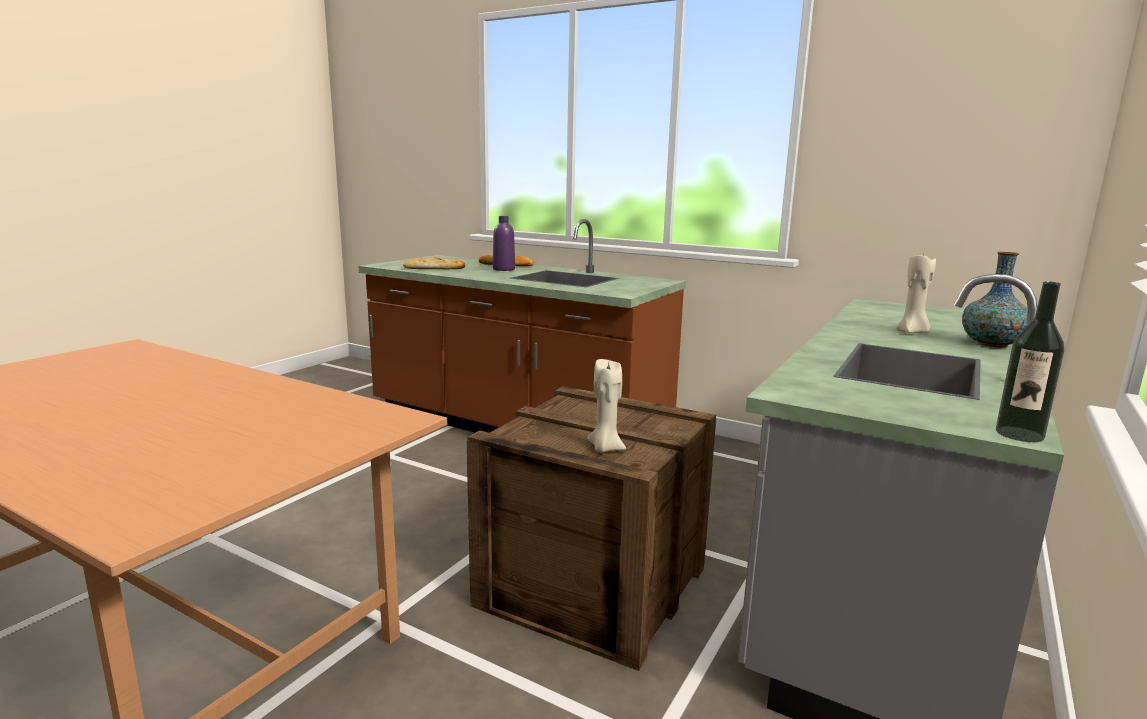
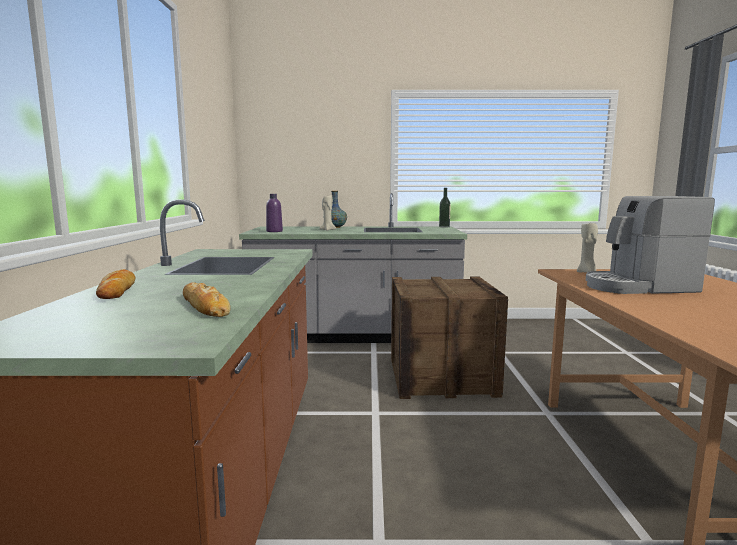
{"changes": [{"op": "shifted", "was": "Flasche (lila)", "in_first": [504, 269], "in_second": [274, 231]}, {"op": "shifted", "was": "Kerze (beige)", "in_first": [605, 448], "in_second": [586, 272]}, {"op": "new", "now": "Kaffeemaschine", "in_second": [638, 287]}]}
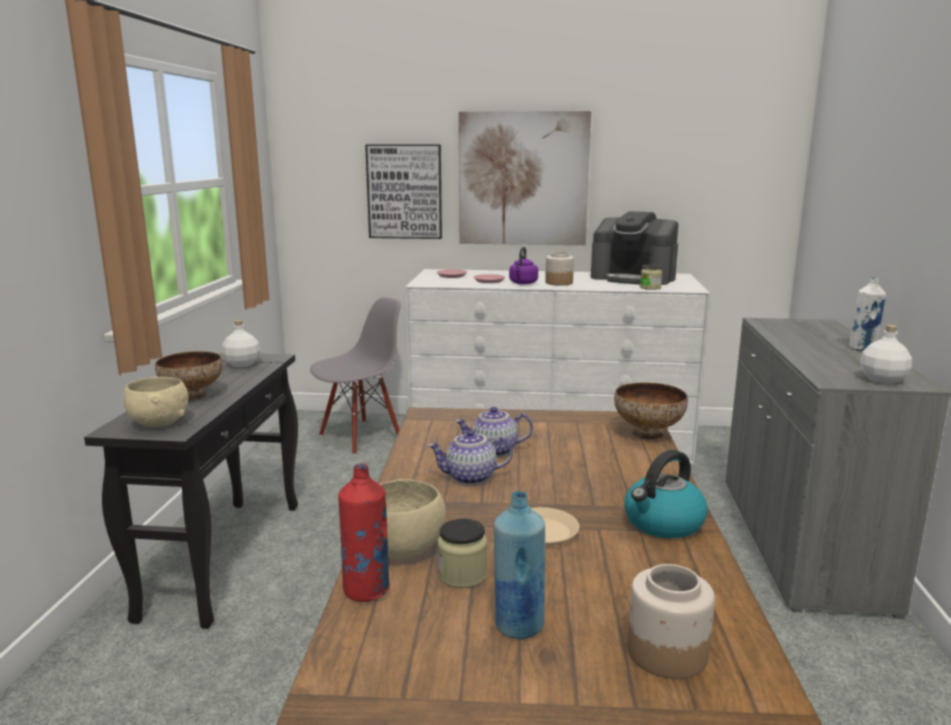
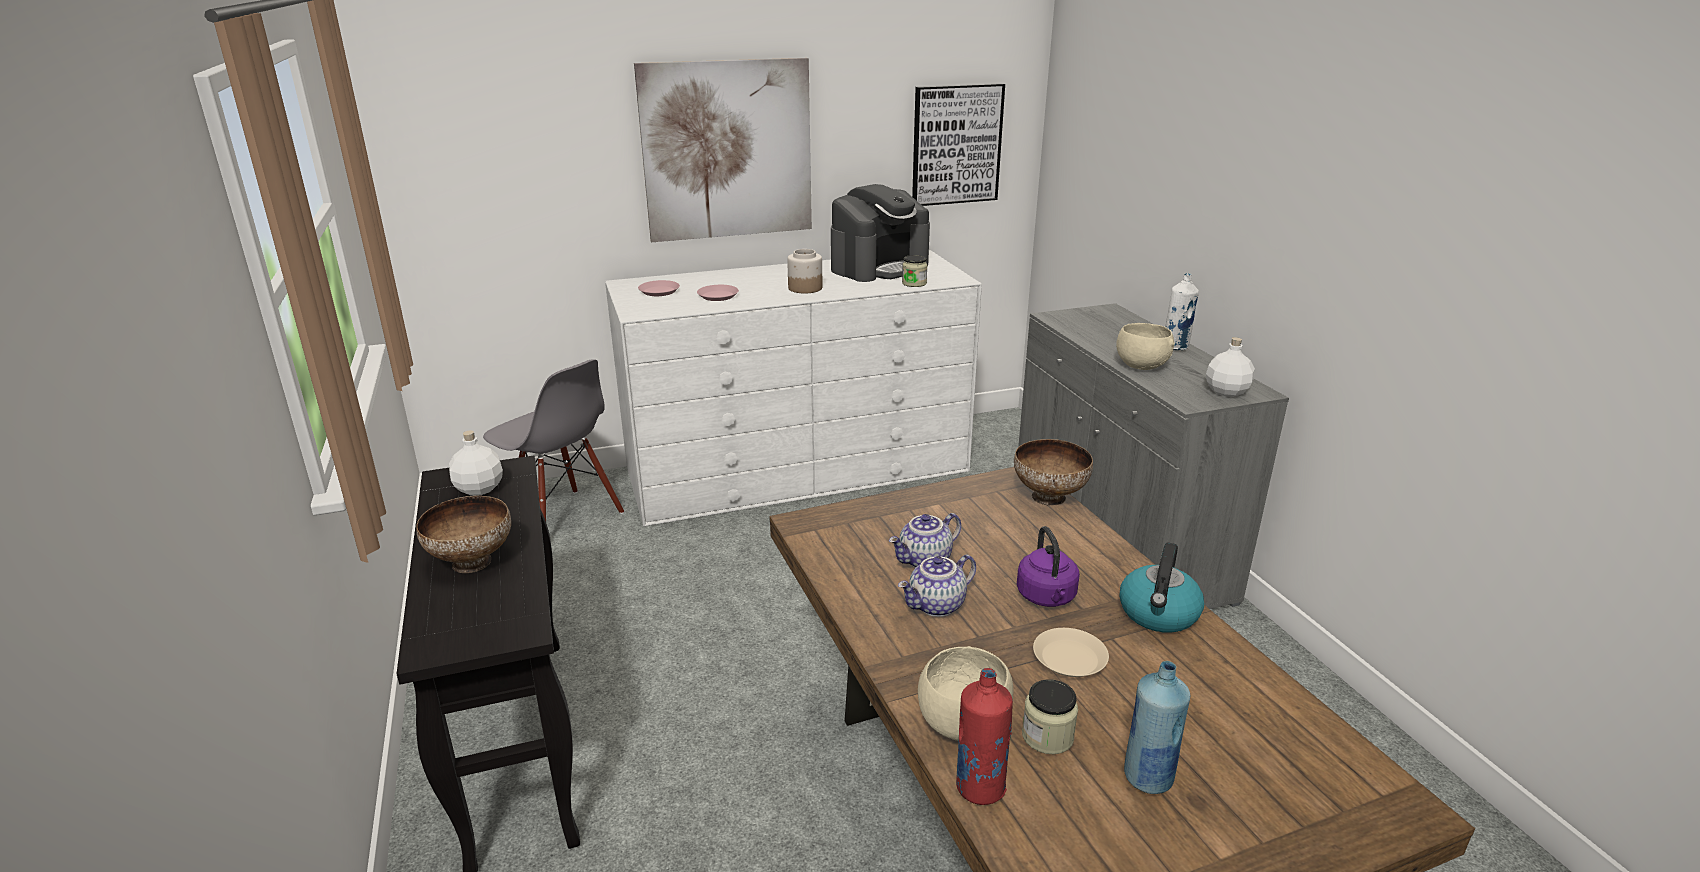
{"changes": [{"op": "rotated", "was": "Stuhl (grau)", "in_first": [360, 437], "in_second": [563, 519], "clockwise": 105}, {"op": "rotated", "was": "Kaffeemaschine", "in_first": [633, 278], "in_second": [879, 267], "clockwise": -45}, {"op": "shifted", "was": "Bild", "in_first": [404, 191], "in_second": [956, 144]}, {"op": "shifted", "was": "Wasserkessel (lila)", "in_first": [523, 283], "in_second": [1047, 598]}, {"op": "shifted", "was": "Schüssel (beige)", "in_first": [159, 423], "in_second": [1140, 366]}, {"op": "gone", "was": "Vorratsglas", "in_first": [666, 653]}]}
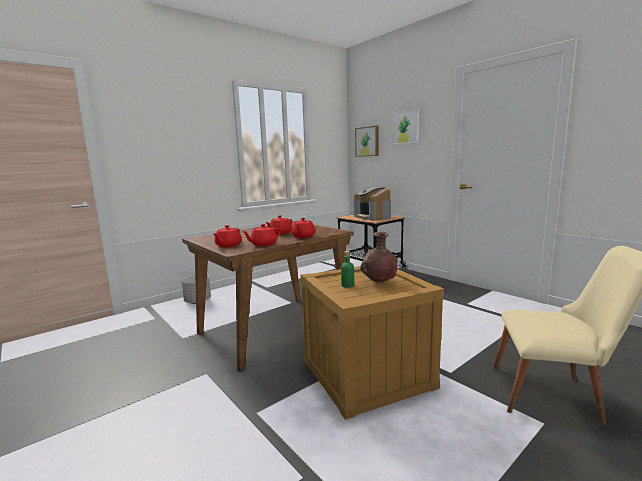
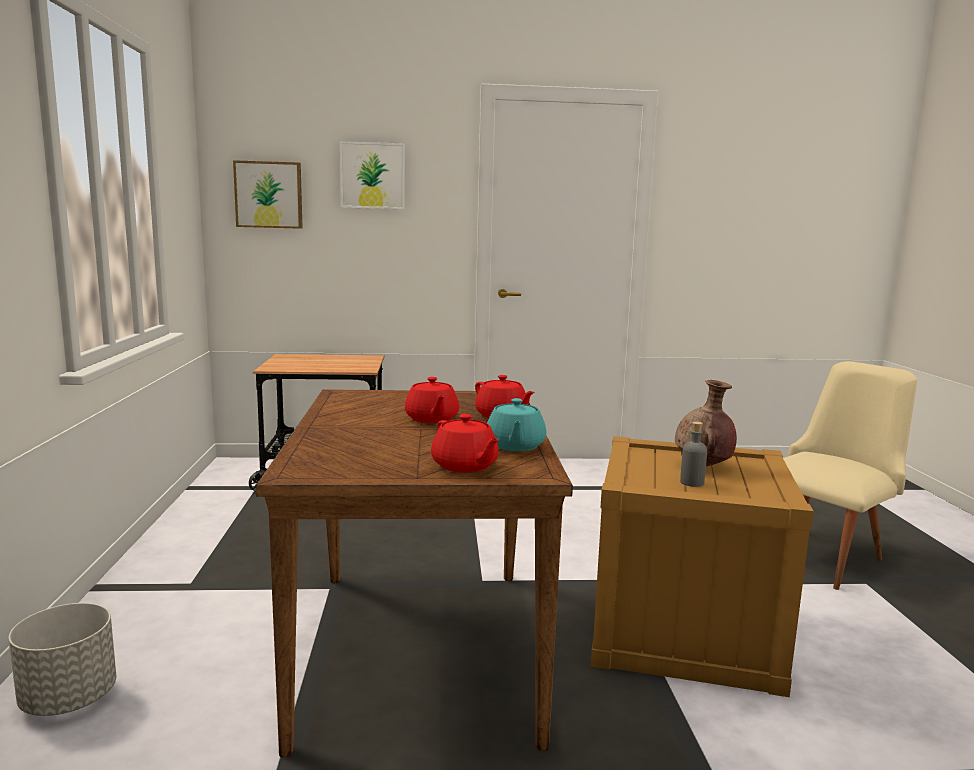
{"changes": [{"op": "repainted", "was": "Teekanne (rot)", "now": "Teekanne (türkis)", "in_first": [263, 244], "in_second": [514, 446]}, {"op": "repainted", "was": "Flasche (grün)", "now": "Flasche (grau)", "in_first": [347, 285], "in_second": [692, 482]}, {"op": "gone", "was": "Kaffeemaschine", "in_first": [372, 217]}]}
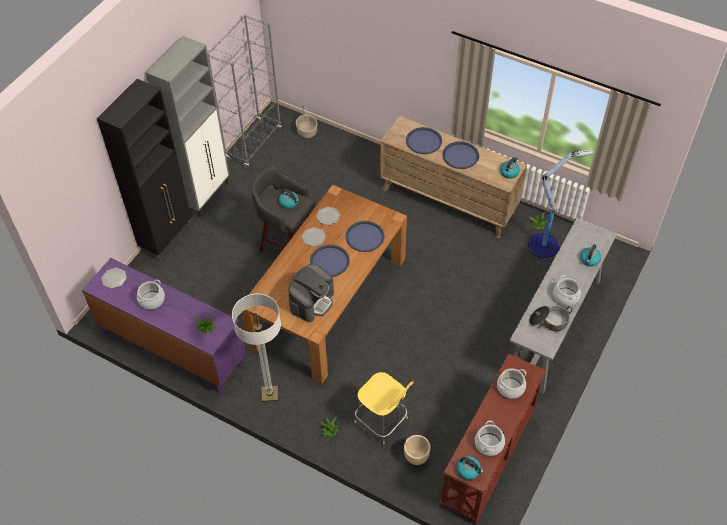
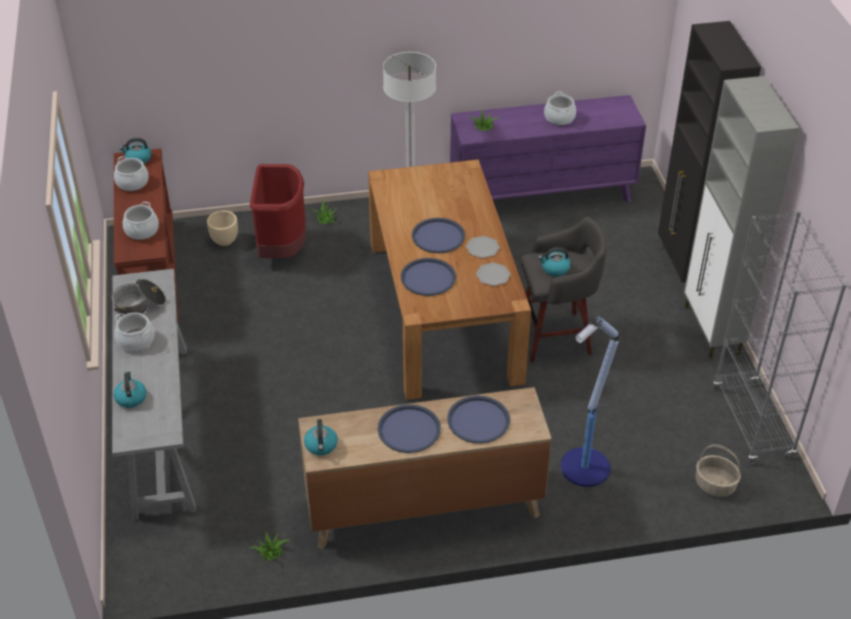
{"changes": [{"op": "swapped", "was": "Hocker (gelb)", "now": "Mülleimer (rot)", "in_first": [382, 421], "in_second": [282, 248]}, {"op": "shifted", "was": "Stehlampe", "in_first": [545, 245], "in_second": [584, 468]}, {"op": "gone", "was": "Teller", "in_first": [114, 278]}, {"op": "gone", "was": "Kaffeemaschine", "in_first": [311, 301]}]}
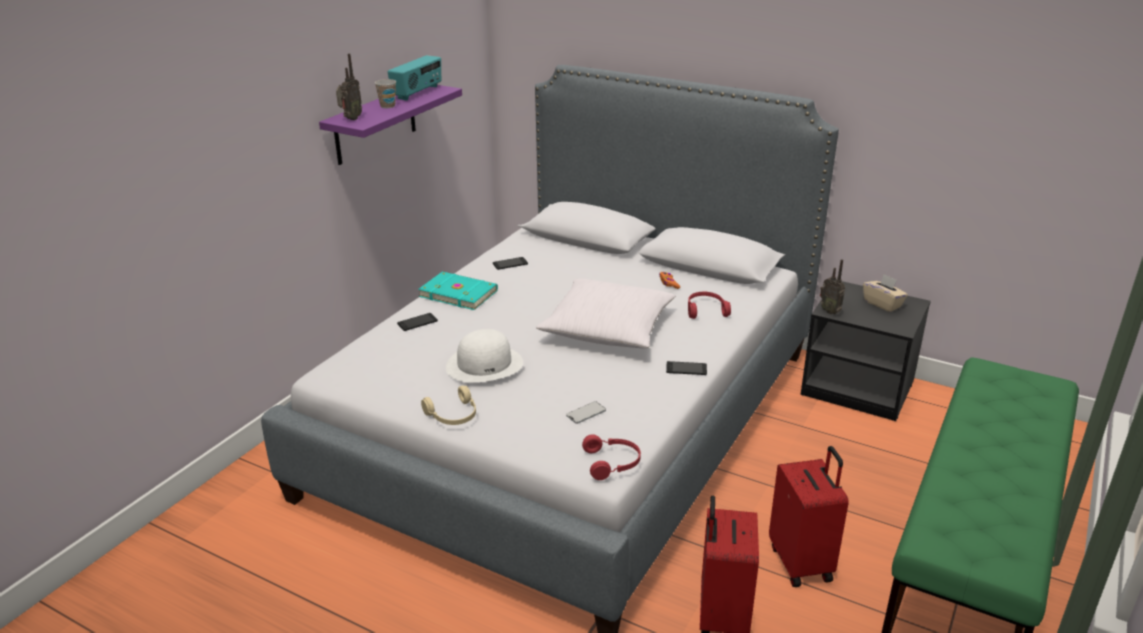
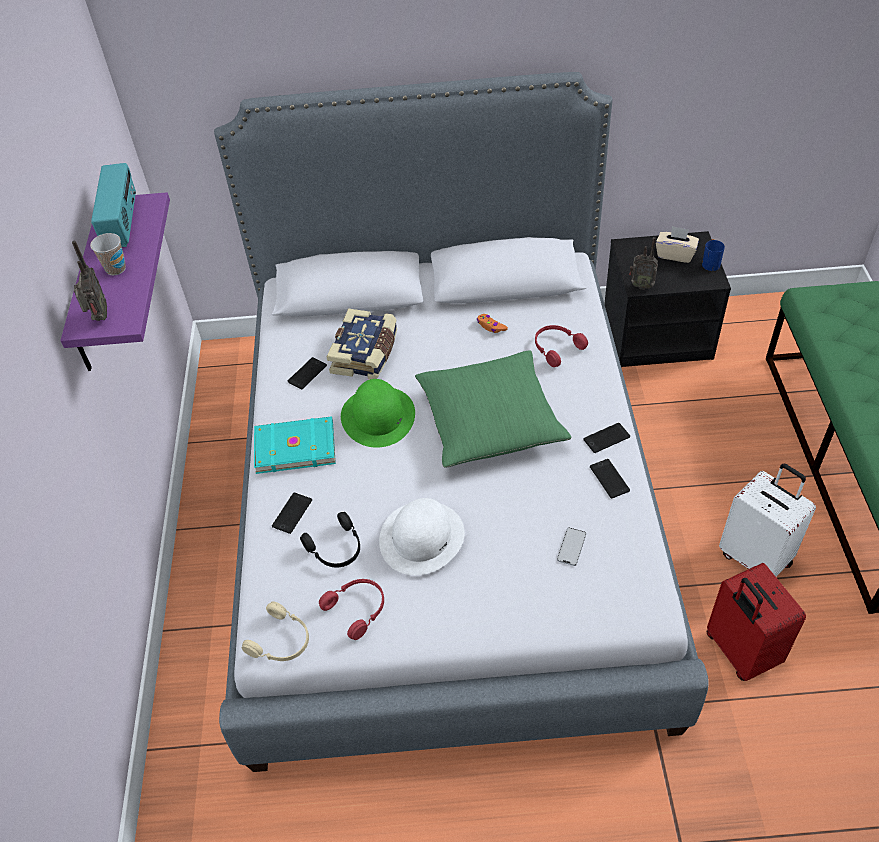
{"changes": [{"op": "shifted", "was": "Kopfhörer (beige)", "in_first": [453, 416], "in_second": [282, 641]}, {"op": "new", "now": "Kopfhörer (schwarz)", "in_second": [336, 548]}, {"op": "shifted", "was": "Kopfhörer (rot)", "in_first": [612, 463], "in_second": [358, 609]}, {"op": "new", "now": "Buch", "in_second": [366, 354]}, {"op": "new", "now": "Hut (grün)", "in_second": [378, 416]}, {"op": "repainted", "was": "Kissen (weiß)", "now": "Kissen (grün)", "in_first": [608, 328], "in_second": [490, 420]}, {"op": "new", "now": "Handy", "in_second": [609, 479]}, {"op": "new", "now": "Henkelbecher (blau)", "in_second": [710, 263]}, {"op": "repainted", "was": "Koffer (rot)", "now": "Koffer (weiß)", "in_first": [802, 563], "in_second": [756, 558]}]}
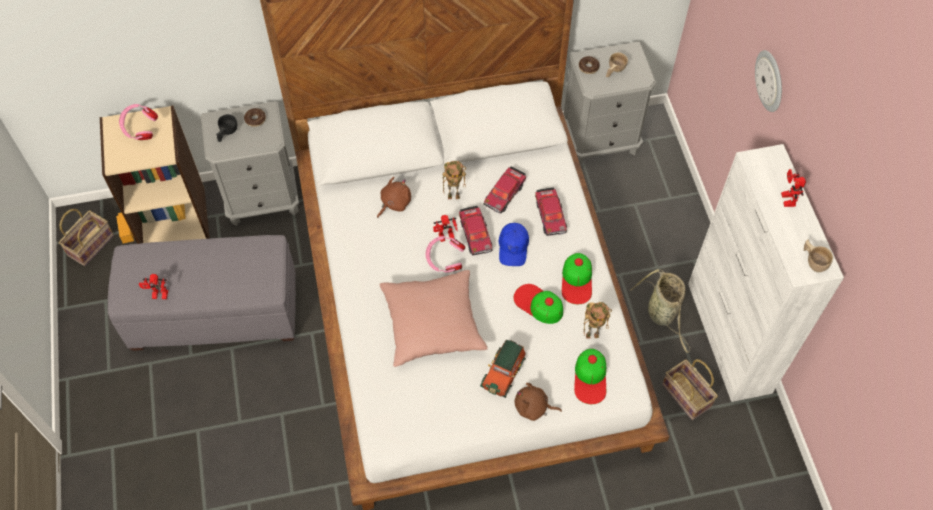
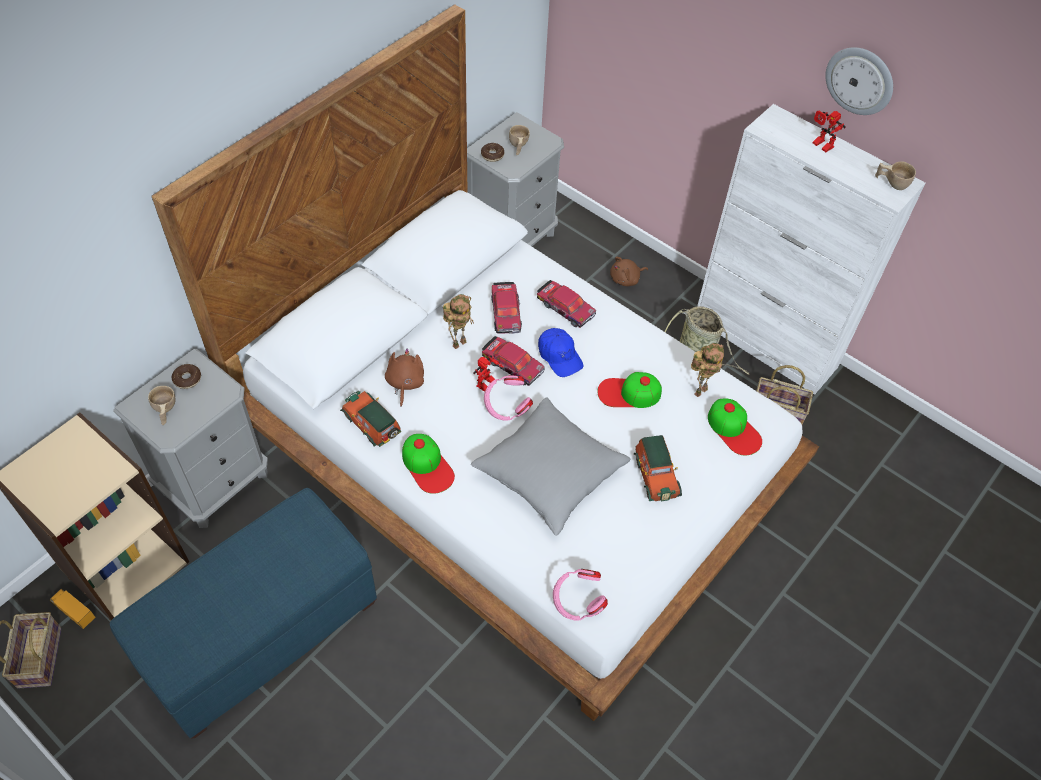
{"changes": [{"op": "repainted", "was": "Polsterhocker (grau)", "now": "Polsterhocker (blau)", "in_first": [216, 312], "in_second": [261, 631]}, {"op": "repainted", "was": "Tasse (schwarz)", "now": "Tasse (beige)", "in_first": [227, 133], "in_second": [165, 411]}, {"op": "new", "now": "Spielzeugauto", "in_second": [372, 425]}, {"op": "shifted", "was": "Kappe", "in_first": [577, 280], "in_second": [427, 465]}, {"op": "repainted", "was": "Kissen (rosa)", "now": "Kissen (grau)", "in_first": [433, 324], "in_second": [549, 473]}, {"op": "shifted", "was": "Kopfhörer (rosa)", "in_first": [141, 130], "in_second": [577, 602]}, {"op": "shifted", "was": "Plüschtier (braun)", "in_first": [533, 407], "in_second": [626, 279]}, {"op": "shifted", "was": "Wanduhr", "in_first": [770, 80], "in_second": [860, 80]}, {"op": "gone", "was": "Spielzeugroboter", "in_first": [158, 296]}]}
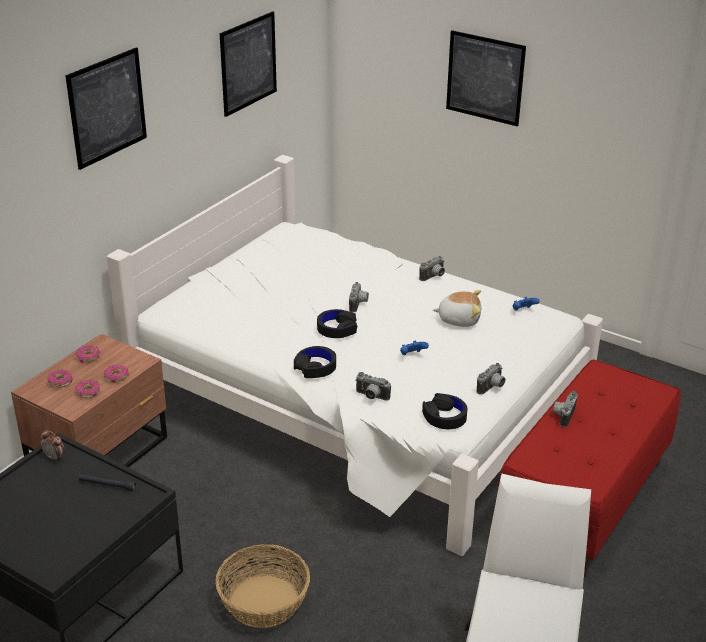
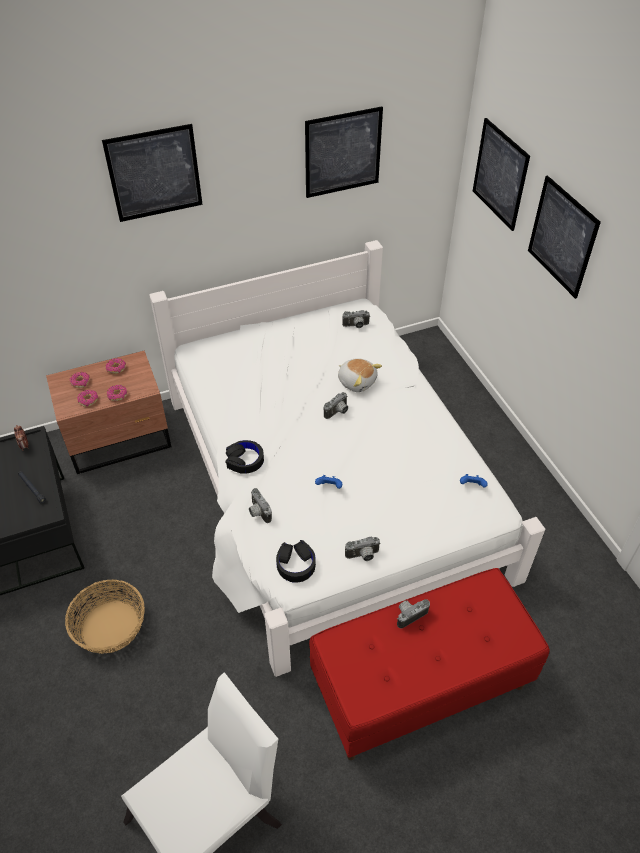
{"changes": [{"op": "shifted", "was": "Plüschtier", "in_first": [459, 319], "in_second": [357, 381]}, {"op": "shifted", "was": "Kamera", "in_first": [434, 277], "in_second": [356, 326]}, {"op": "new", "now": "Bild", "in_second": [500, 174]}, {"op": "gone", "was": "Kopfhörer (schwarz)", "in_first": [337, 329]}]}
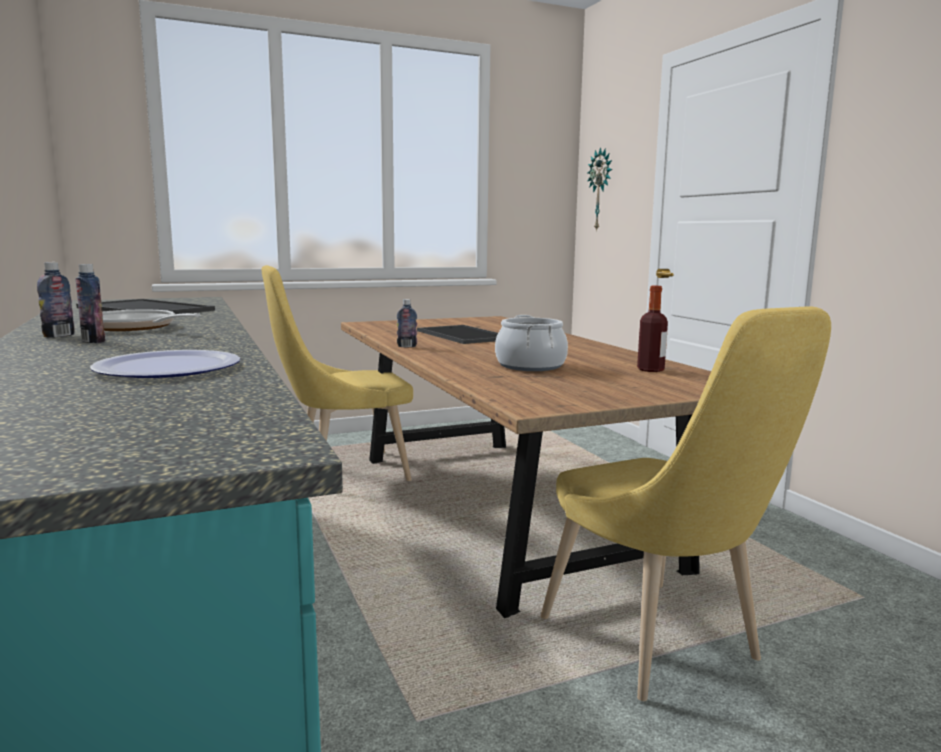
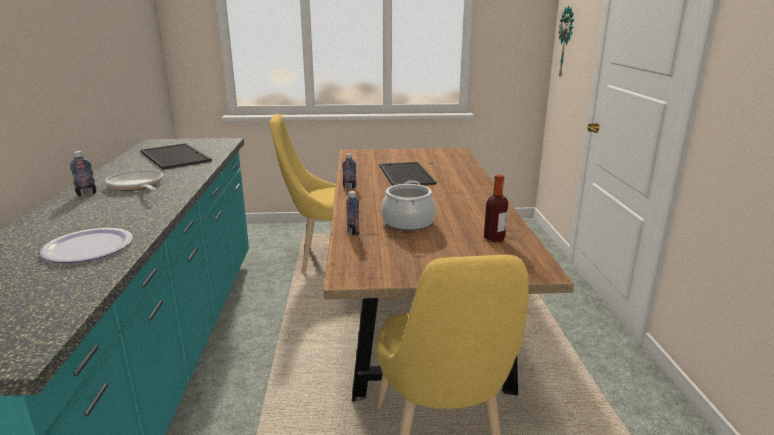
{"changes": [{"op": "shifted", "was": "Flasche", "in_first": [93, 341], "in_second": [353, 232]}]}
